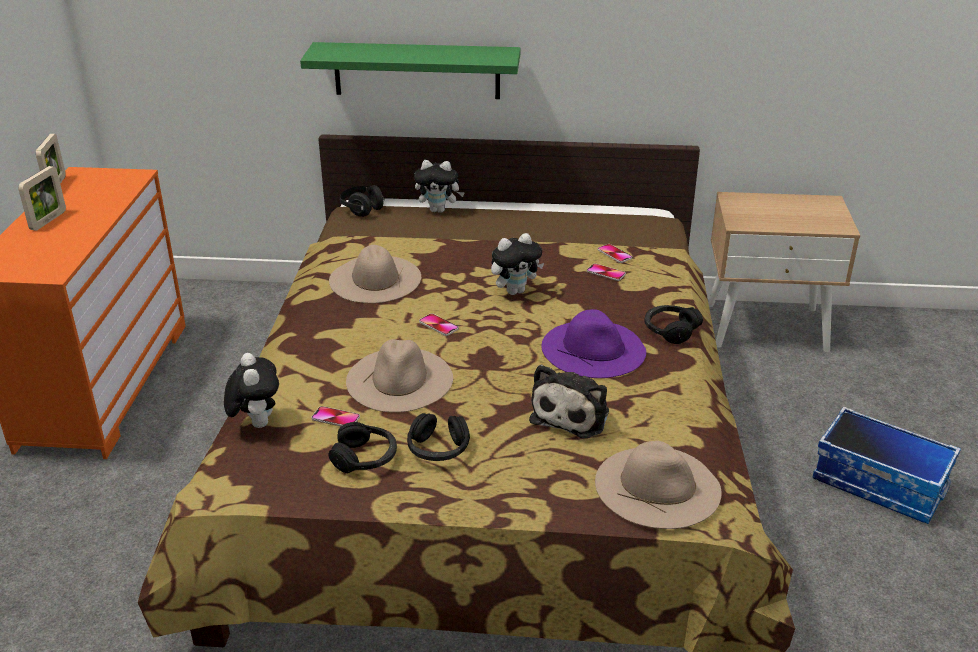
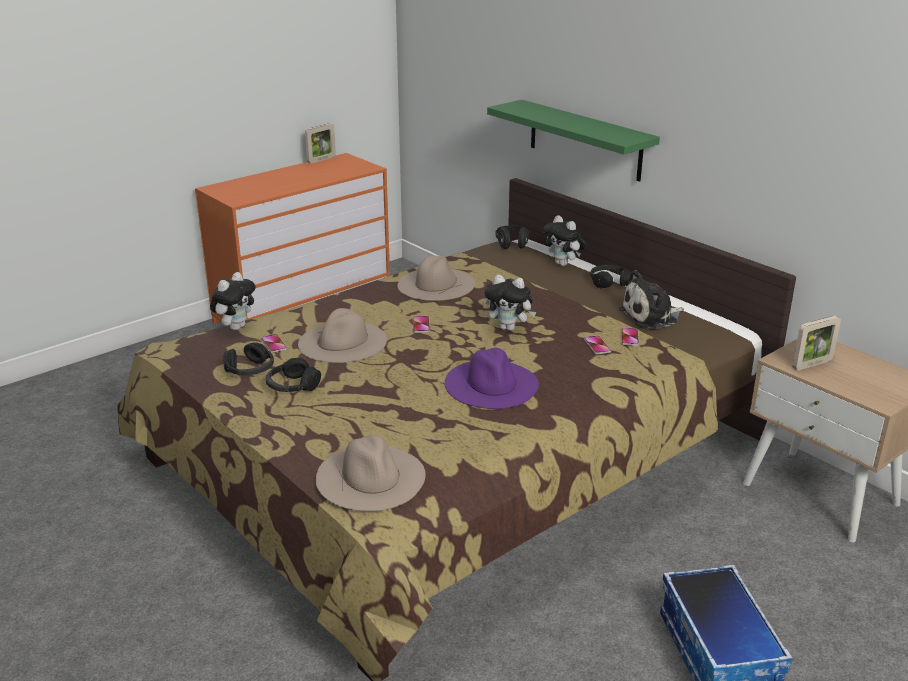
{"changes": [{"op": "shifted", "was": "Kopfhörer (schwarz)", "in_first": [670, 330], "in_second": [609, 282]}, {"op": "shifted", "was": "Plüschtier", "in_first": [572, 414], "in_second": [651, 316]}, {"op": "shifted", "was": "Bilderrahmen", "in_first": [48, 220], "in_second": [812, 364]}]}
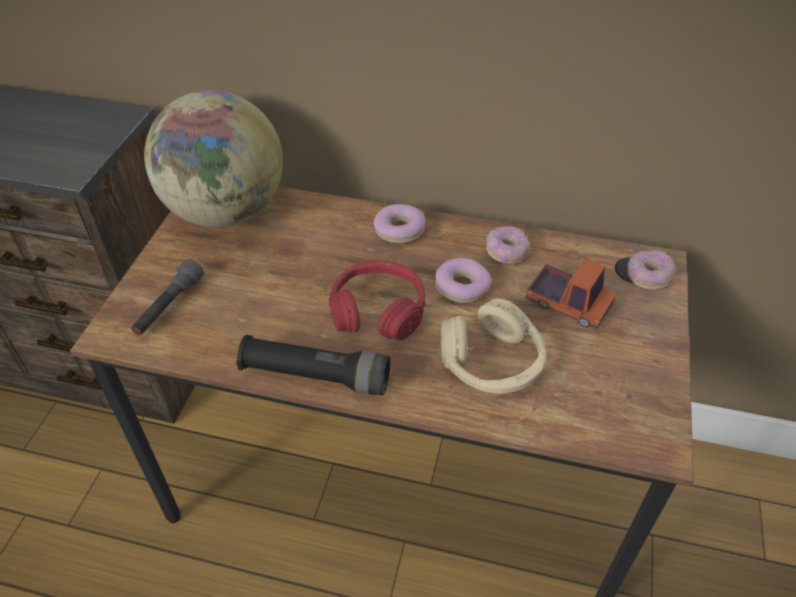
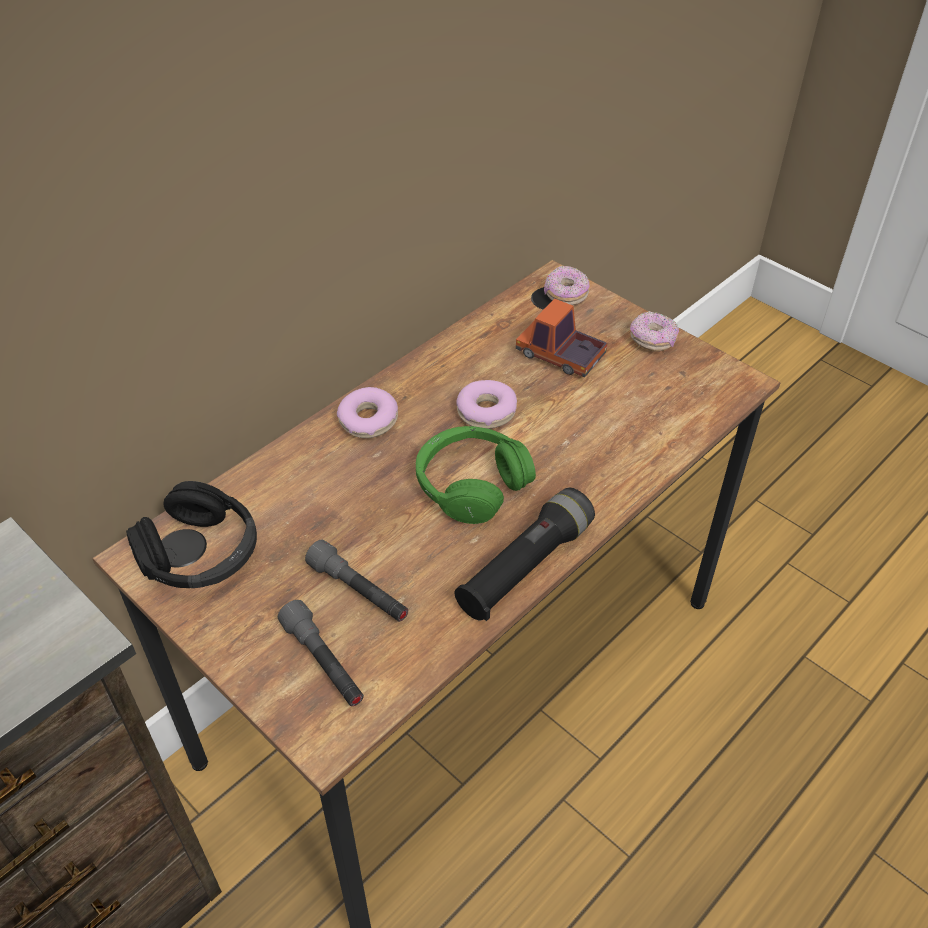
{"changes": [{"op": "swapped", "was": "Globus", "now": "Kopfhörer (schwarz)", "in_first": [225, 211], "in_second": [200, 554]}, {"op": "new", "now": "Taschenlampe (grau)", "in_second": [359, 591]}, {"op": "repainted", "was": "Kopfhörer (rot)", "now": "Kopfhörer (grün)", "in_first": [378, 310], "in_second": [471, 484]}, {"op": "rotated", "was": "Spielzeuglaster", "in_first": [568, 304], "in_second": [560, 355], "clockwise": -120}, {"op": "shifted", "was": "Donut", "in_first": [506, 253], "in_second": [652, 340]}, {"op": "gone", "was": "Kopfhörer (beige)", "in_first": [492, 362]}]}
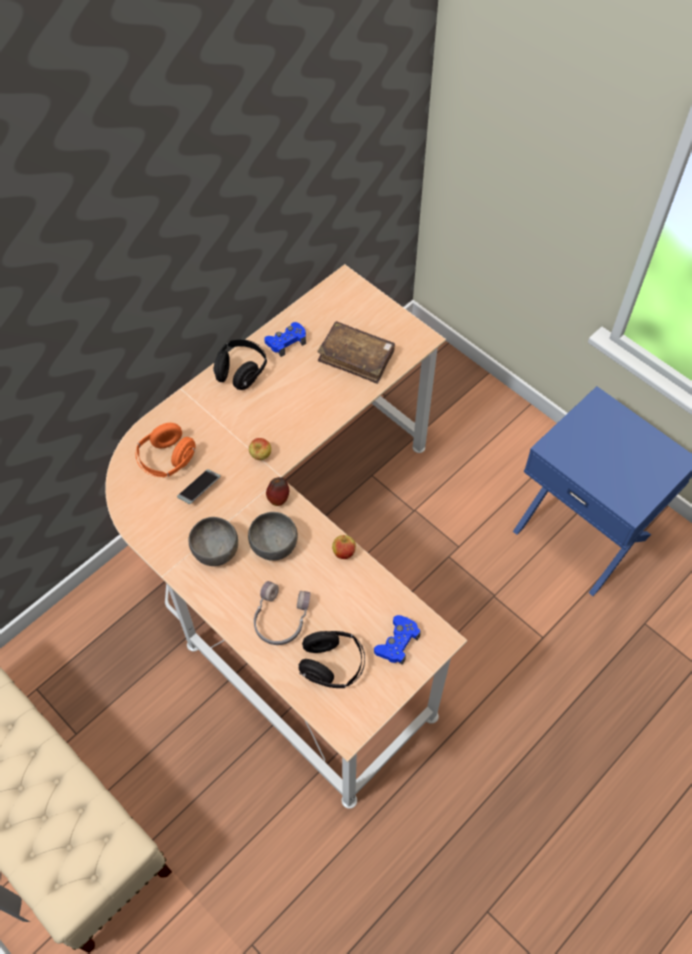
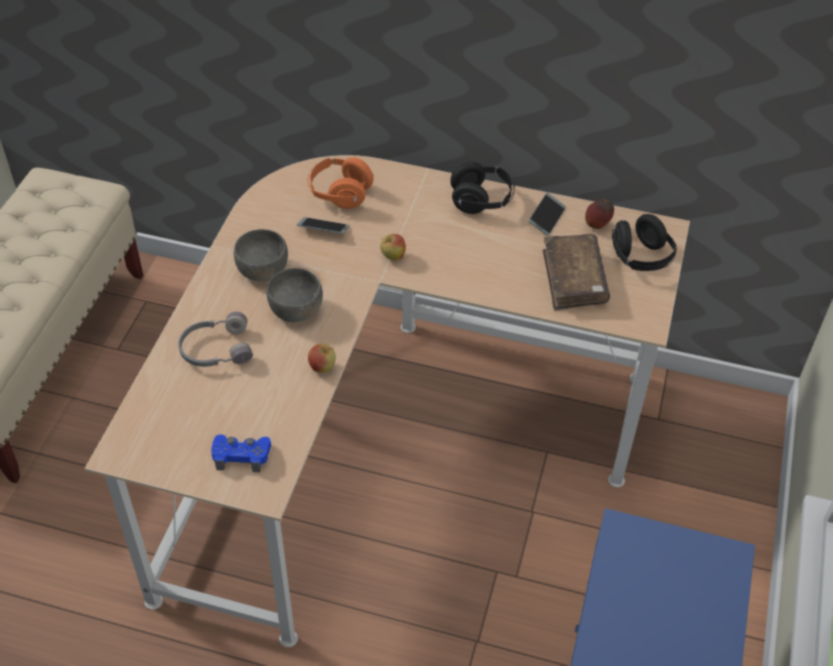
{"changes": [{"op": "swapped", "was": "Gamepad (blau)", "now": "Handy", "in_first": [286, 342], "in_second": [546, 218]}, {"op": "shifted", "was": "Apfel", "in_first": [278, 498], "in_second": [597, 225]}, {"op": "shifted", "was": "Kopfhörer (schwarz)", "in_first": [332, 665], "in_second": [640, 258]}]}
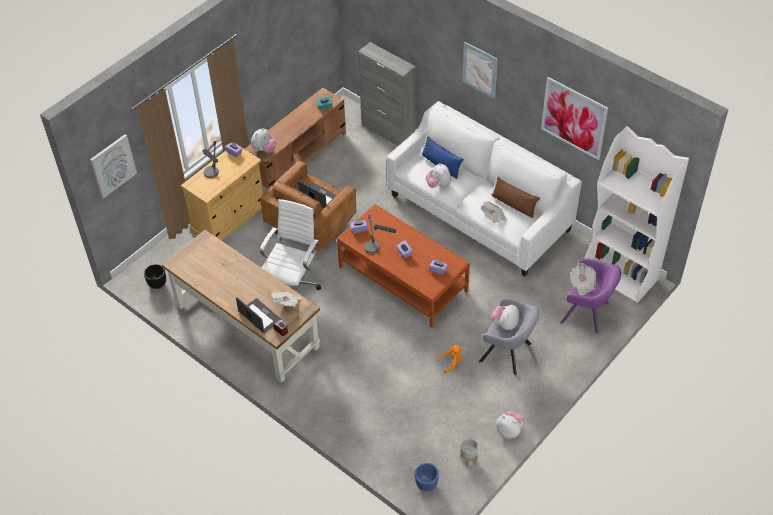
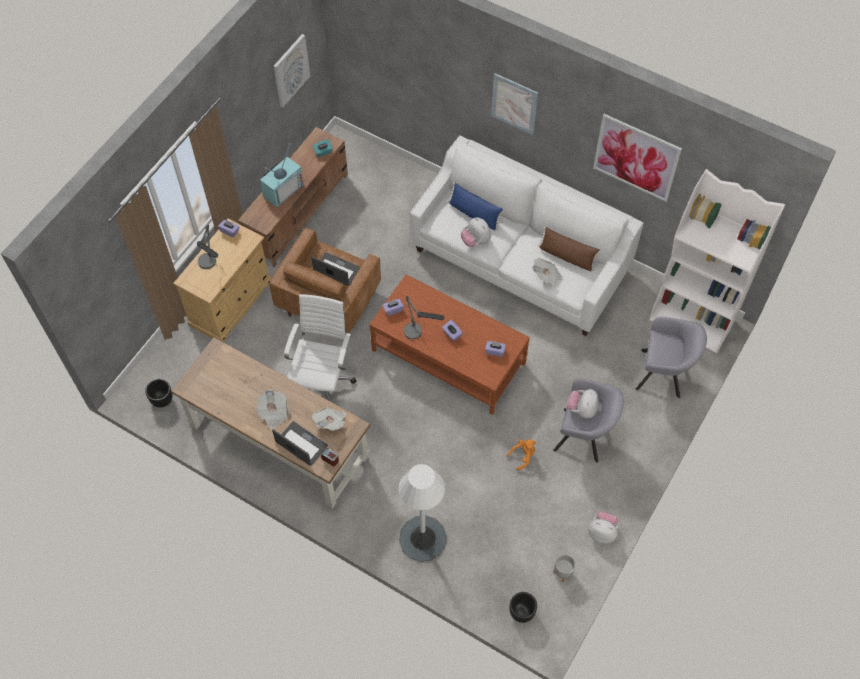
{"changes": [{"op": "shifted", "was": "Zeitung", "in_first": [582, 284], "in_second": [273, 413]}, {"op": "new", "now": "Fernseher", "in_second": [282, 189]}, {"op": "shifted", "was": "Bild", "in_first": [113, 165], "in_second": [291, 70]}, {"op": "new", "now": "Stehlampe (weiß)", "in_second": [423, 538]}, {"op": "repainted", "was": "Pflanzkübel (blau)", "now": "Pflanzkübel (schwarz)", "in_first": [426, 484], "in_second": [521, 613]}, {"op": "repainted", "was": "Sessel (lila)", "now": "Sessel (grau)", "in_first": [587, 313], "in_second": [664, 374]}, {"op": "gone", "was": "Plüschtier", "in_first": [264, 149]}, {"op": "gone", "was": "Schrank (grau)", "in_first": [388, 132]}]}
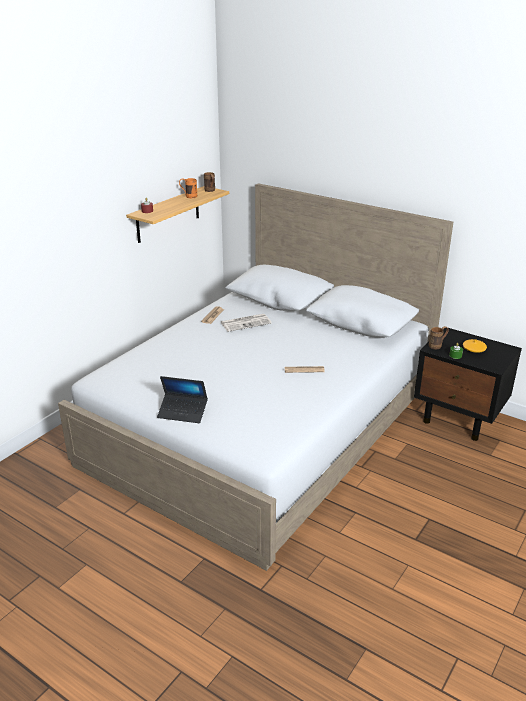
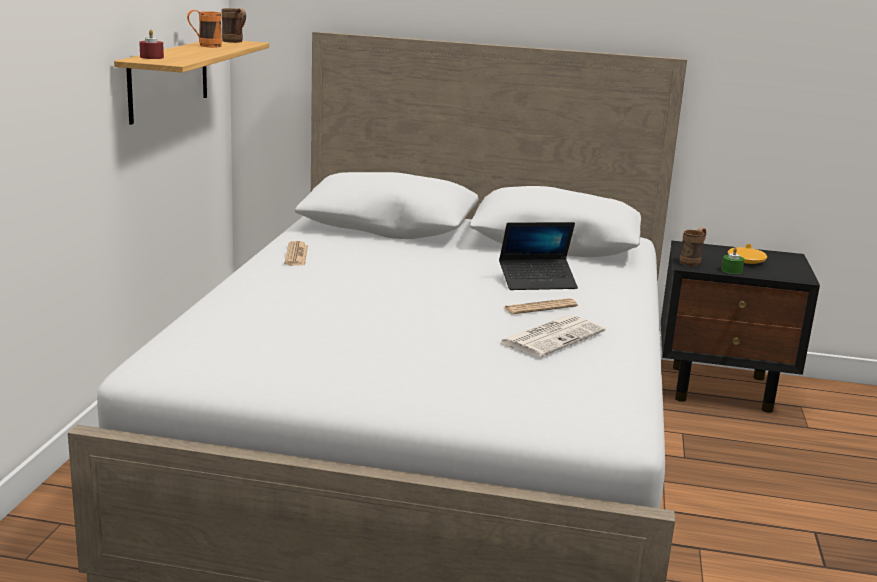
{"changes": [{"op": "shifted", "was": "Laptop", "in_first": [183, 412], "in_second": [537, 282]}, {"op": "shifted", "was": "Zeitung", "in_first": [246, 323], "in_second": [552, 337]}]}
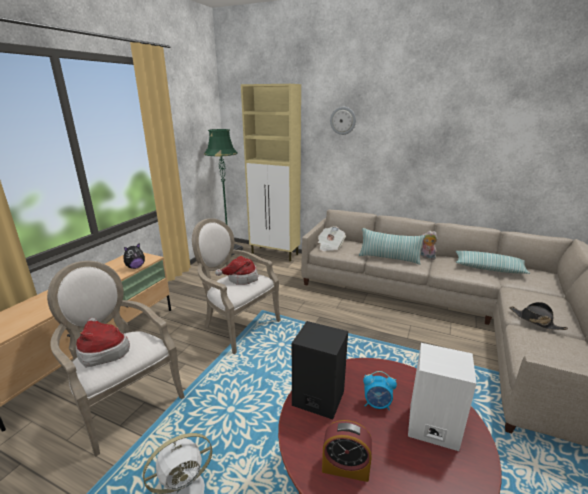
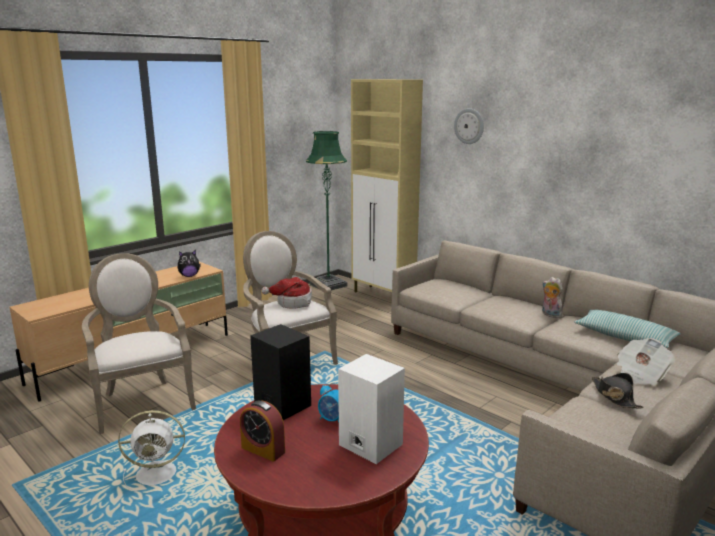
{"changes": [{"op": "shifted", "was": "Zeitung", "in_first": [330, 246], "in_second": [640, 375]}, {"op": "gone", "was": "Hut", "in_first": [103, 351]}, {"op": "gone", "was": "Kissen", "in_first": [389, 258]}]}
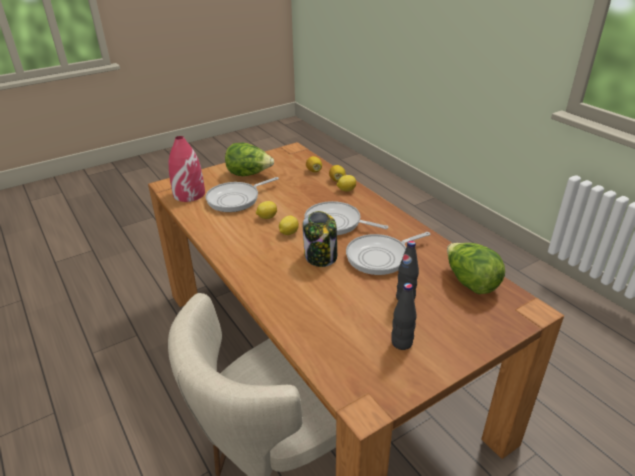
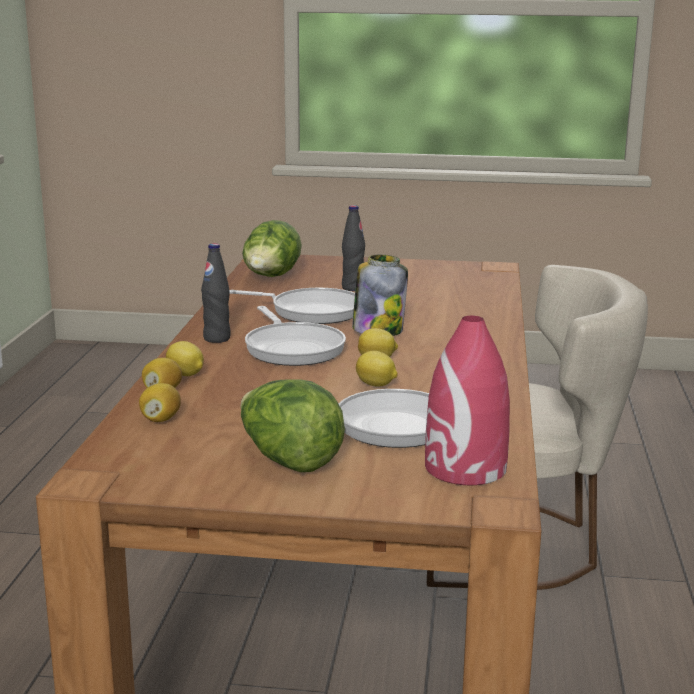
{"changes": [{"op": "shifted", "was": "Flasche (schwarz)", "in_first": [401, 343], "in_second": [217, 339]}]}
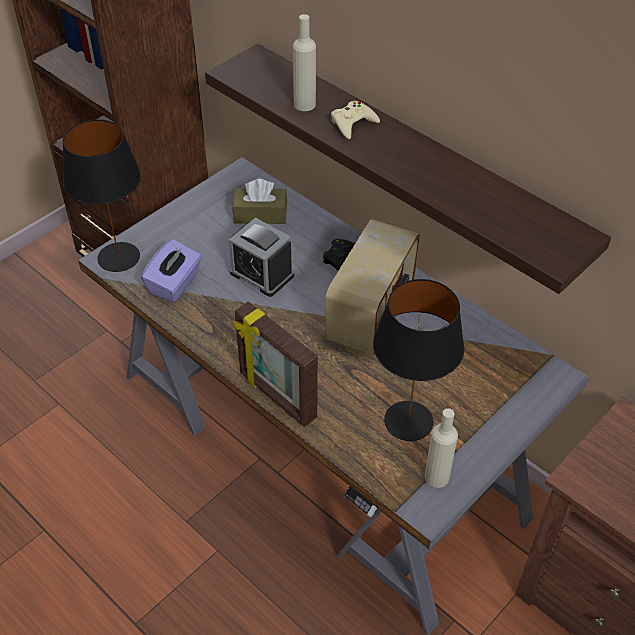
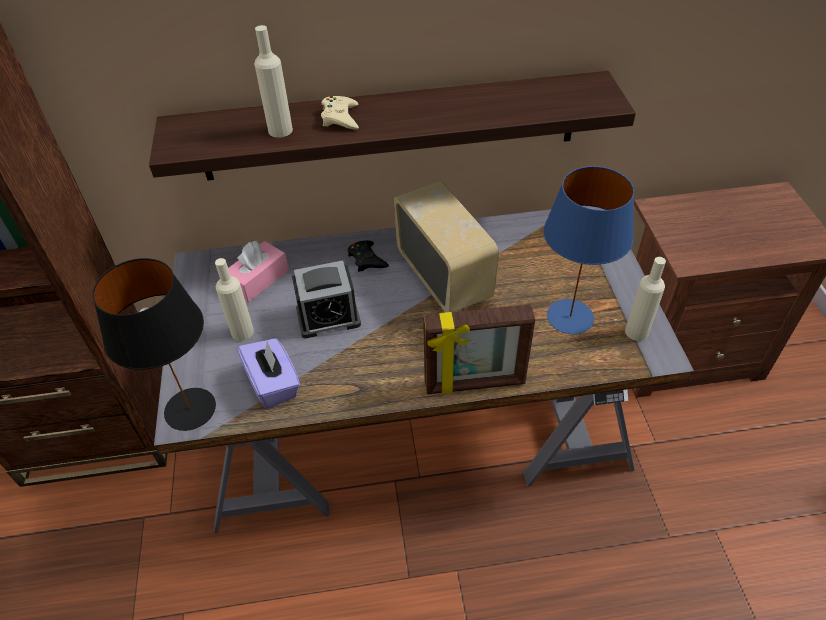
{"changes": [{"op": "new", "now": "Flasche (beige)", "in_second": [242, 332]}, {"op": "repainted", "was": "Taschentuchbox (braun)", "now": "Taschentuchbox (rosa)", "in_first": [260, 214], "in_second": [258, 279]}, {"op": "repainted", "was": "Tischlampe (schwarz)", "now": "Tischlampe (blau)", "in_first": [409, 420], "in_second": [570, 316]}]}
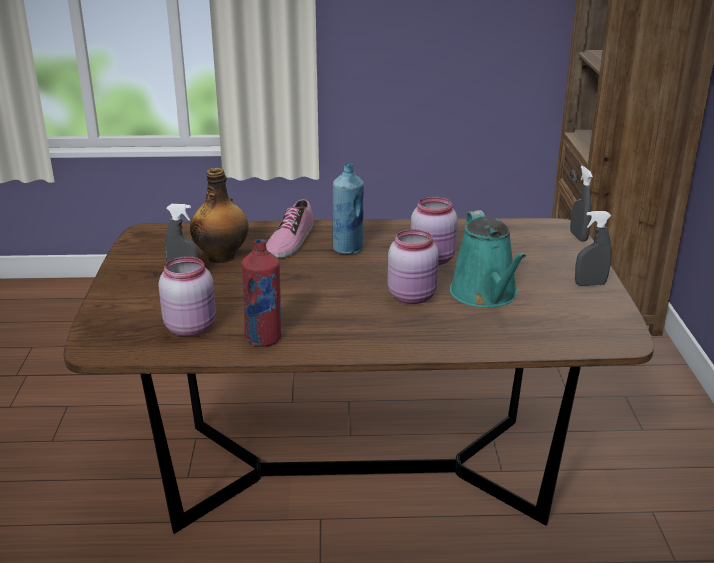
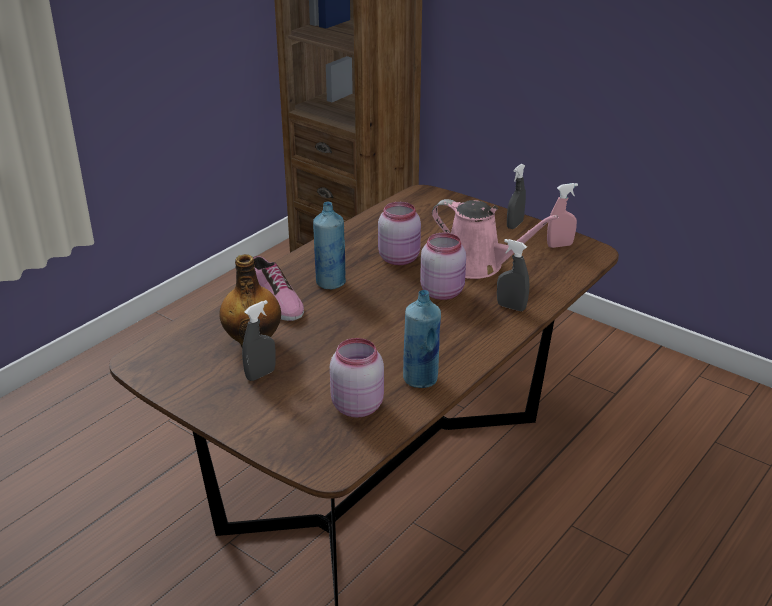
{"changes": [{"op": "repainted", "was": "Flasche (rot)", "now": "Flasche (blau)", "in_first": [264, 339], "in_second": [421, 379]}, {"op": "repainted", "was": "Gießkanne (türkis)", "now": "Gießkanne (rosa)", "in_first": [486, 295], "in_second": [478, 265]}, {"op": "shifted", "was": "Sprühflasche (grau)", "in_first": [578, 237], "in_second": [511, 307]}, {"op": "new", "now": "Sprühflasche (rosa)", "in_second": [560, 245]}]}
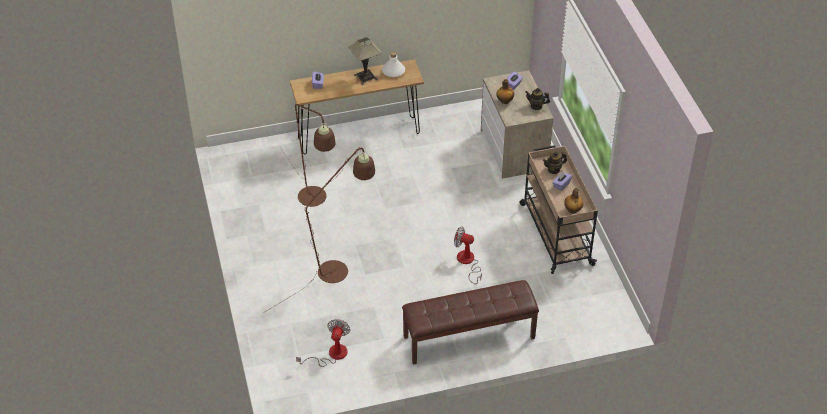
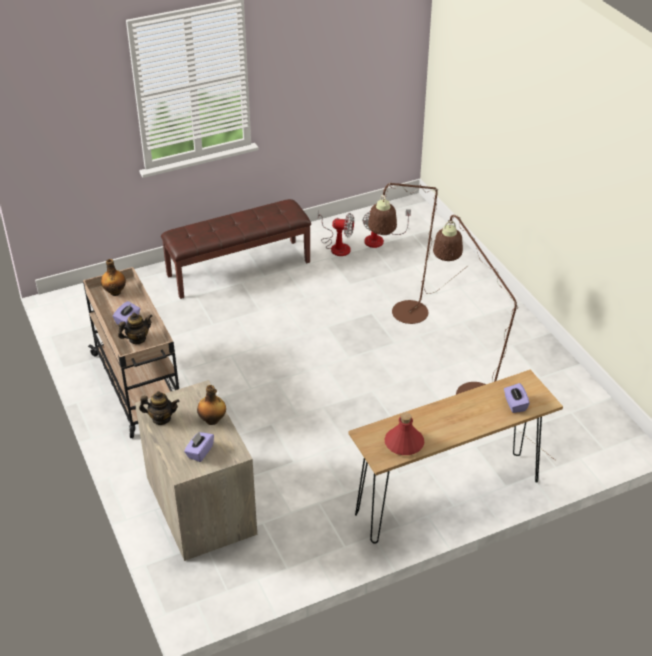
{"changes": [{"op": "shifted", "was": "Ventilator", "in_first": [467, 262], "in_second": [337, 246]}, {"op": "repainted", "was": "Flasche (weiß)", "now": "Flasche (rot)", "in_first": [393, 71], "in_second": [404, 443]}, {"op": "gone", "was": "Tischlampe", "in_first": [365, 77]}]}
